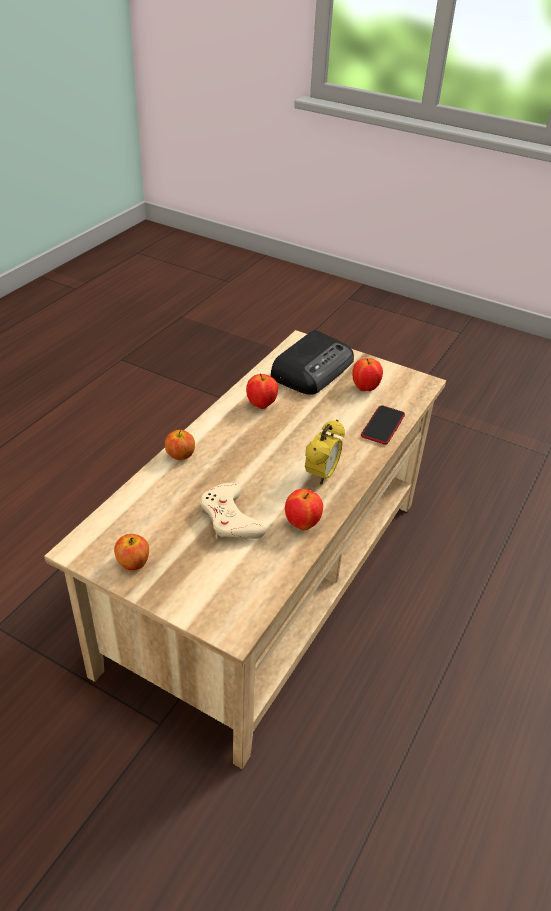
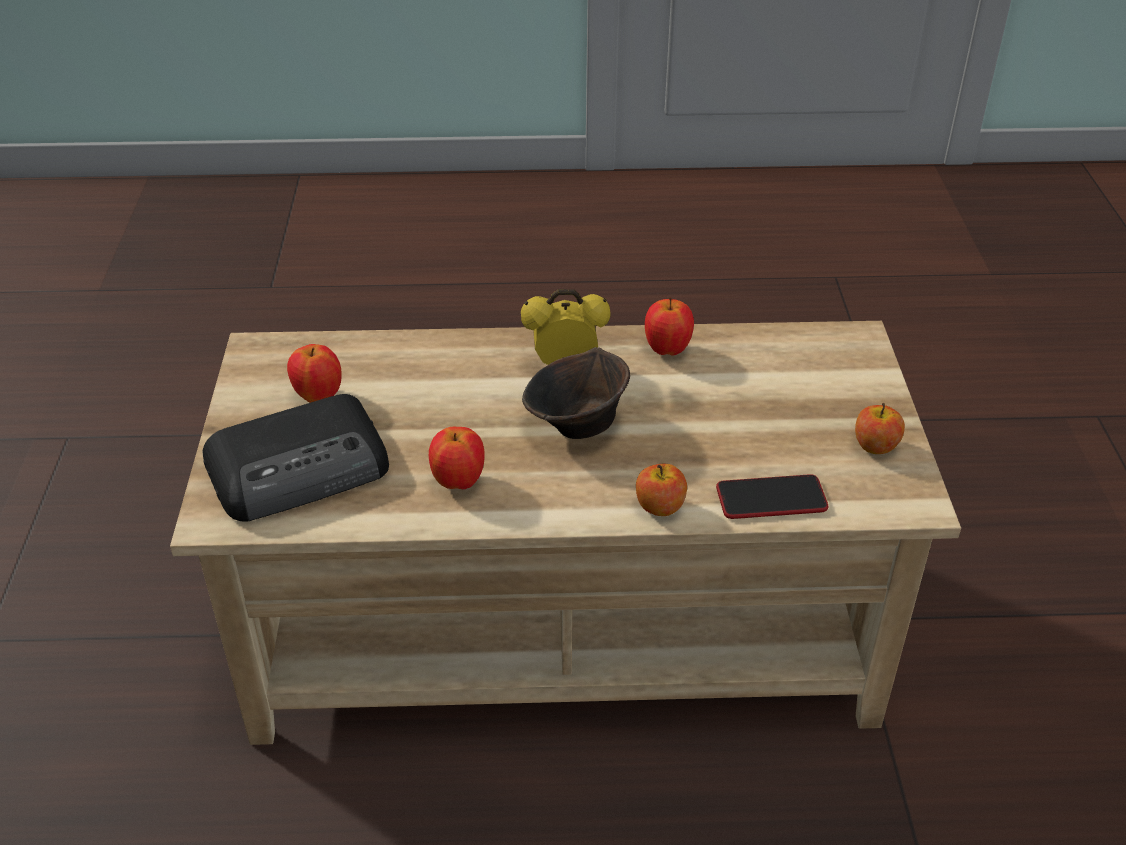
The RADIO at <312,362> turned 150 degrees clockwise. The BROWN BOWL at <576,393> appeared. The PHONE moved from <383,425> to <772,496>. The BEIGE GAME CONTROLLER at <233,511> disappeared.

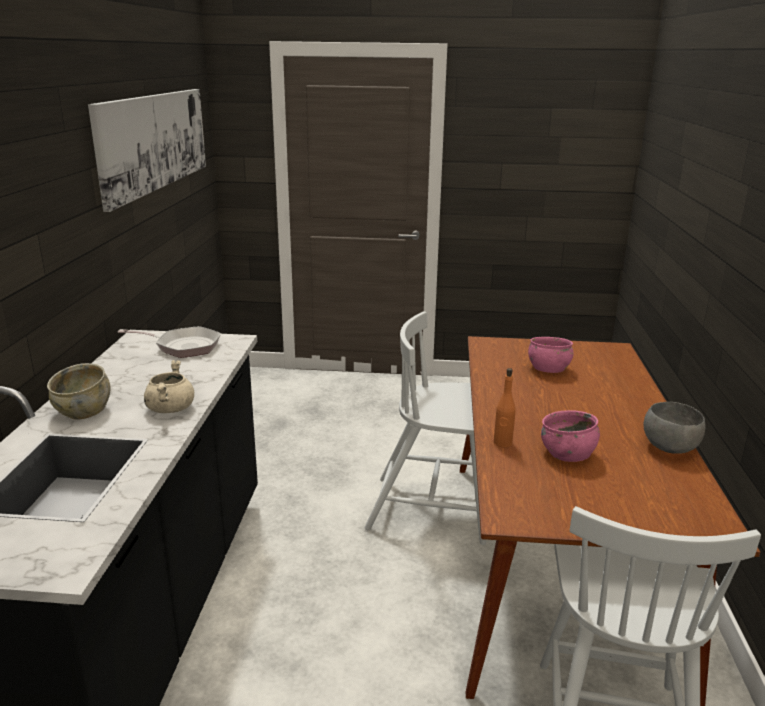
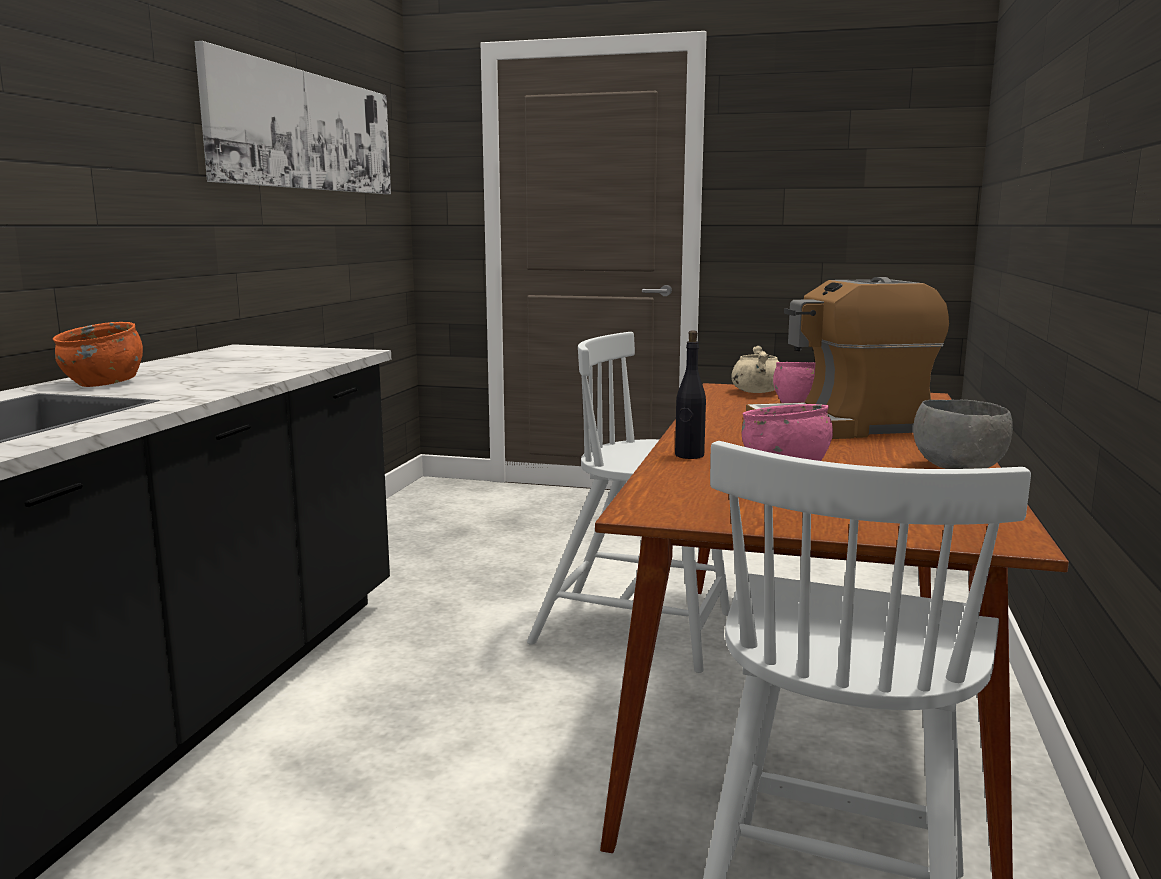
The BEIGE BOWL at <79,391> became the ORANGE BOWL at <98,354>. The ORANGE BOTTLE at <504,408> became the BLACK BOTTLE at <690,395>. The BEIGE COOKING POT moved from <169,386> to <755,369>. The COFFEE MACHINE at <847,358> appeared. The FRYING PAN at <169,342> disappeared.

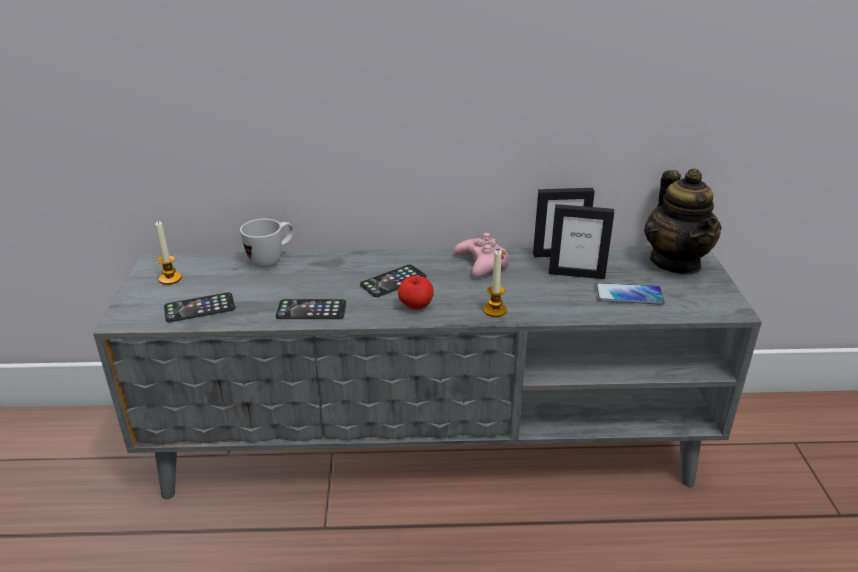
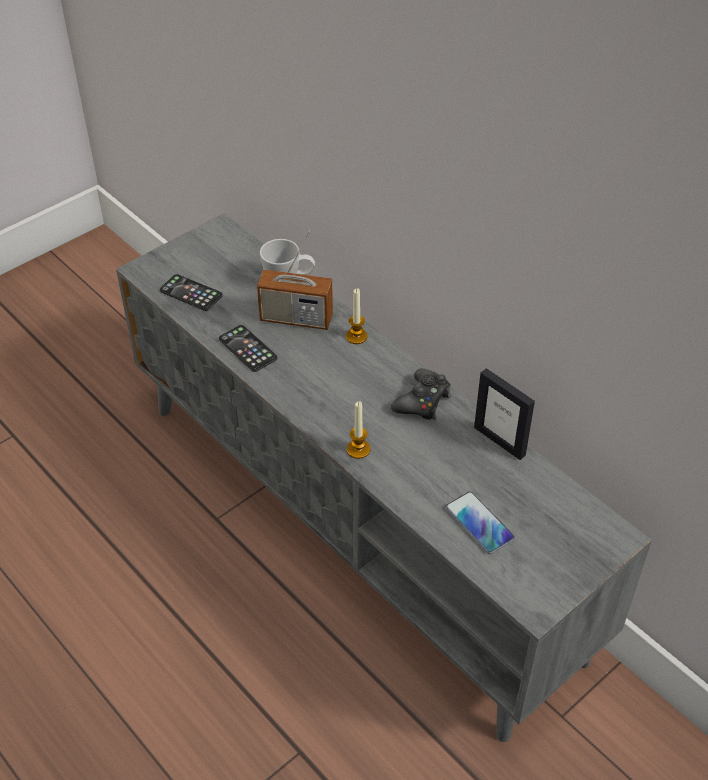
The RADIO at <295,280> appeared. The CANDLE moved from <168,253> to <356,316>. The PINK GAME CONTROLLER at <481,255> became the BLACK GAME CONTROLLER at <421,394>. The PHONE at <393,281> disappeared. The APPLE at <416,292> disappeared. The PICTURE FRAME at <581,241> disappeared. The TEAPOT at <683,221> disappeared.

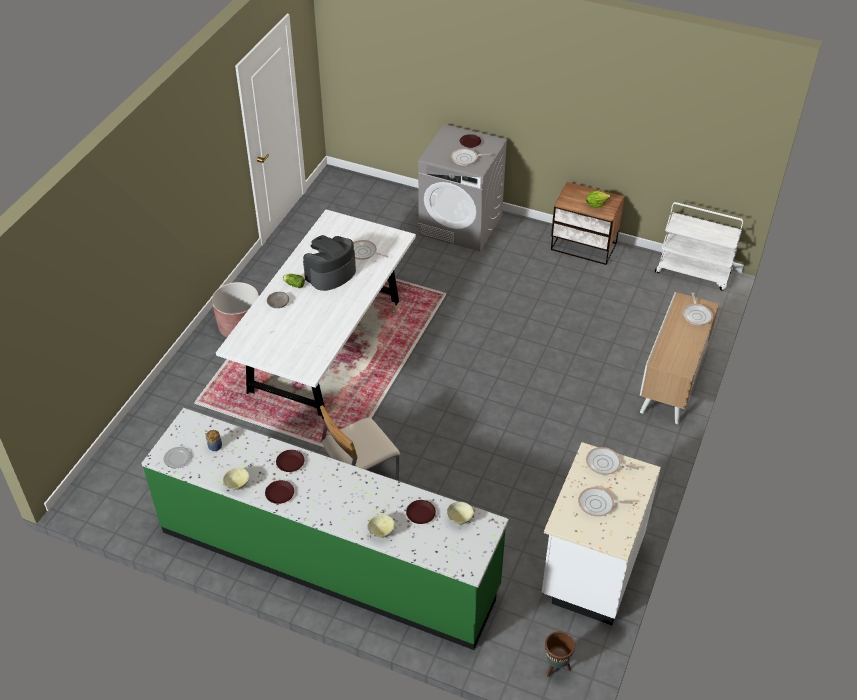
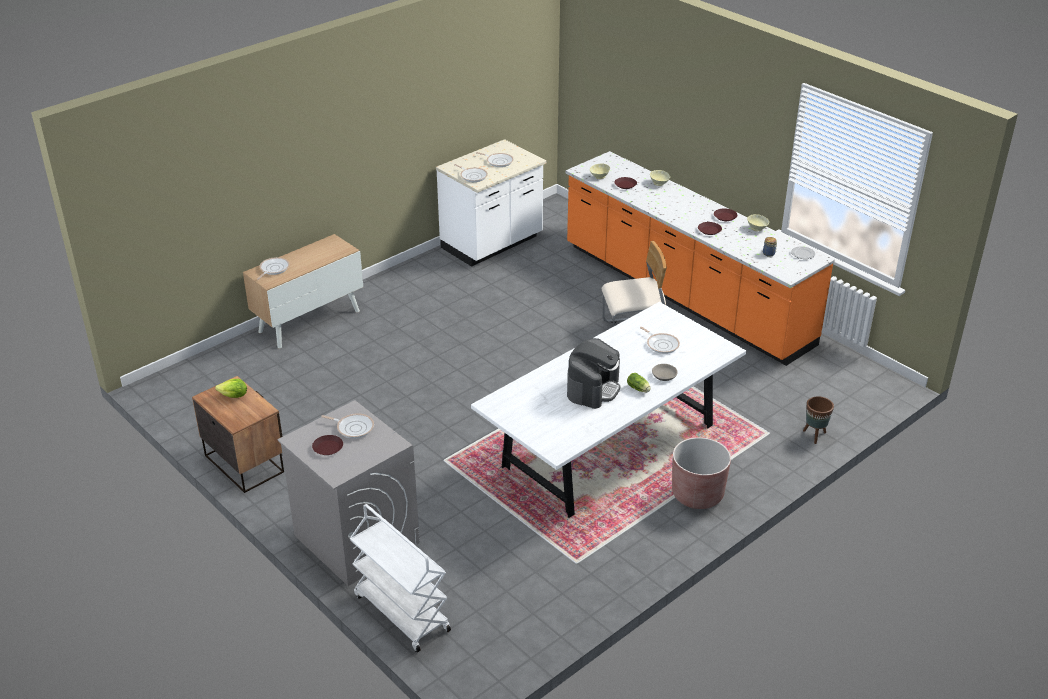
The WHITE CART moved from <699,246> to <400,578>. The GREEN COUNTER at <325,529> became the ORANGE COUNTER at <700,258>. The COFFEE MACHINE at <329,263> turned 45 degrees counterclockwise. The FRYING PAN moved from <370,250> to <660,340>. The BROWN PLANTER moved from <560,654> to <818,420>.

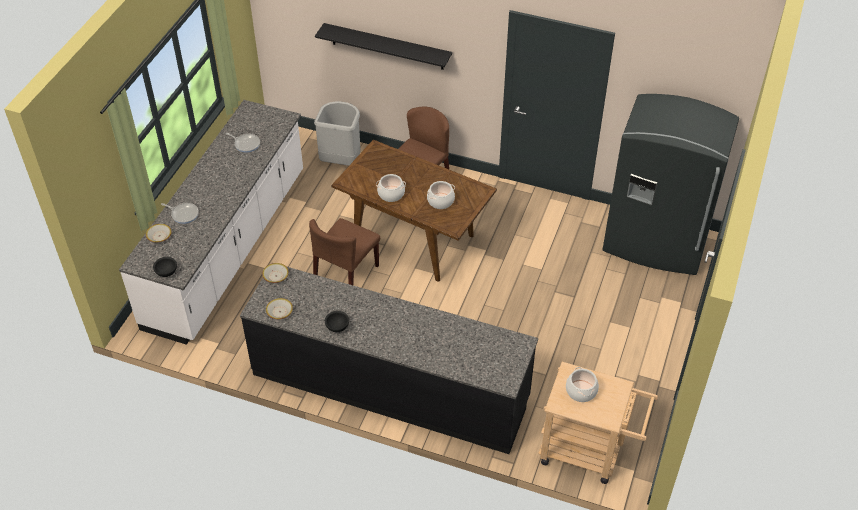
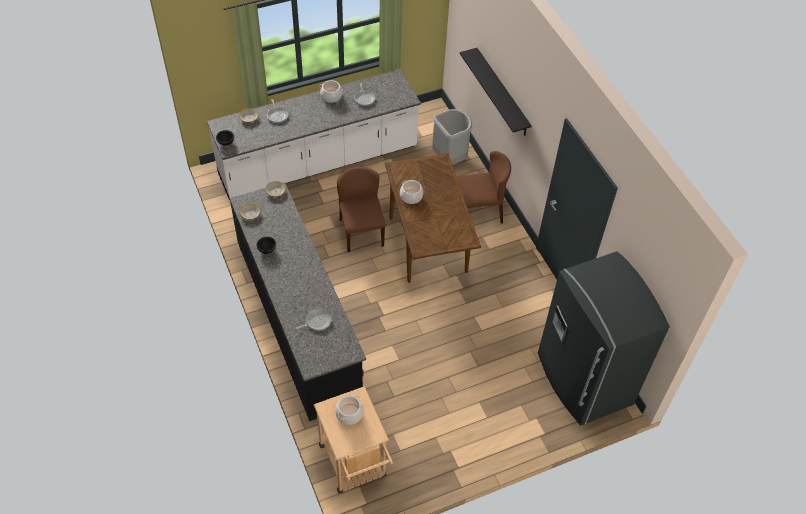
The FRYING PAN at <313,320> appeared. The COOKING POT moved from <441,195> to <331,91>. The BROWN CHAIR at <344,251> turned 90 degrees clockwise.

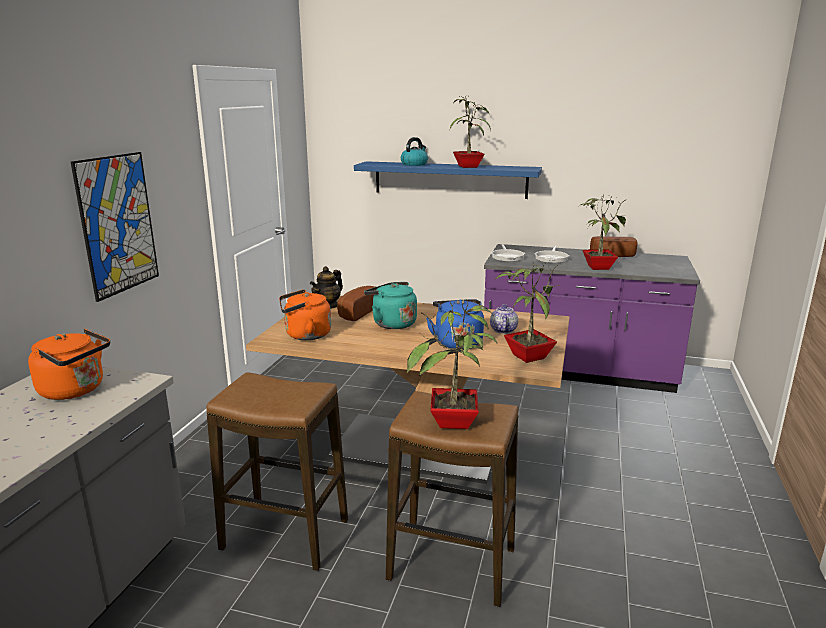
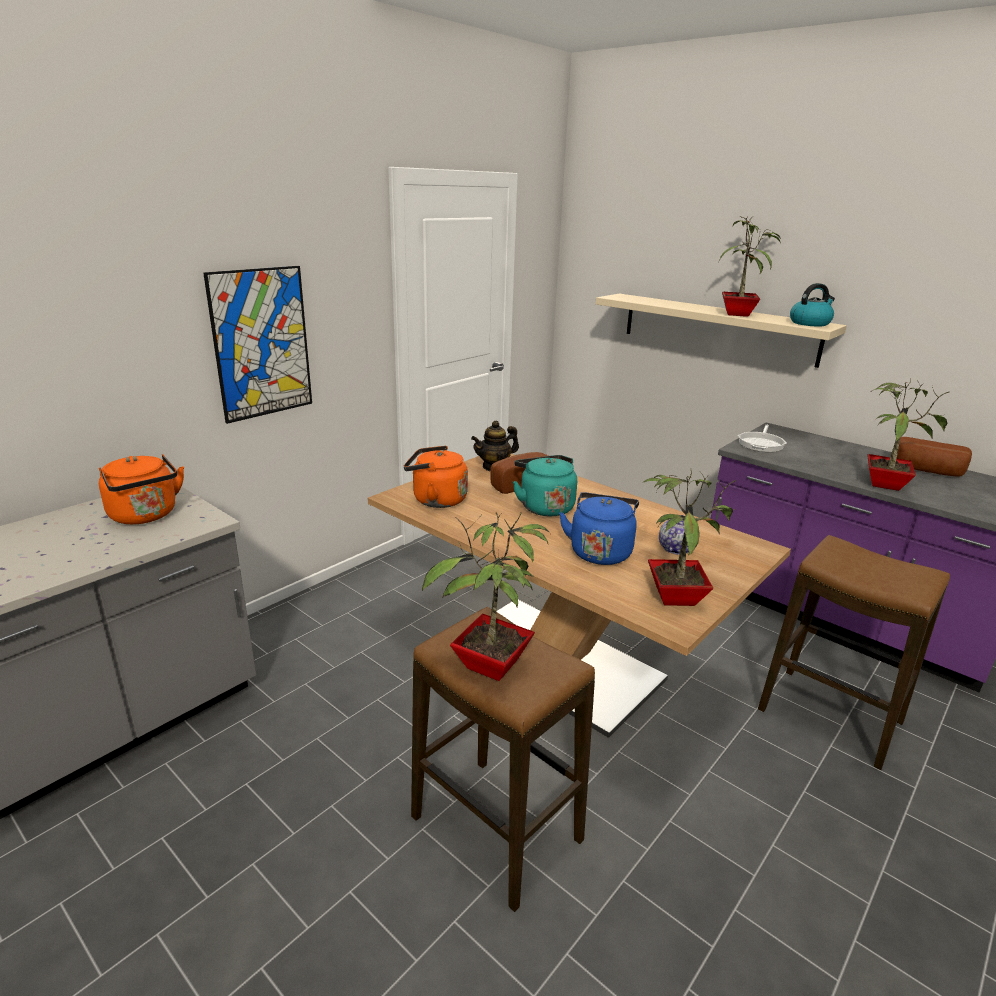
The BLUE SHELF at <448,180> became the BEIGE SHELF at <721,330>. The STOOL moved from <277,471> to <854,652>. The KETTLE moved from <414,151> to <812,304>. The FRYING PAN at <551,254> disappeared.

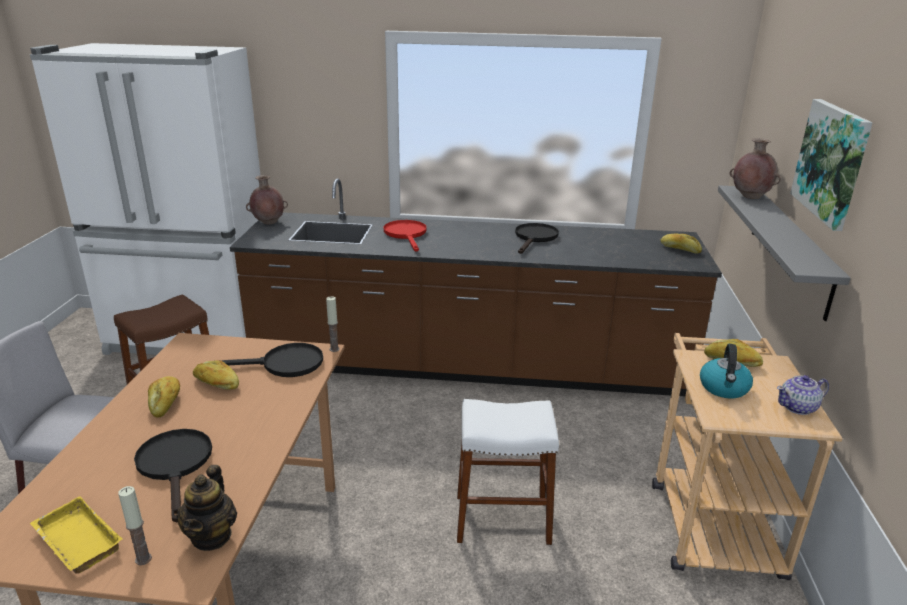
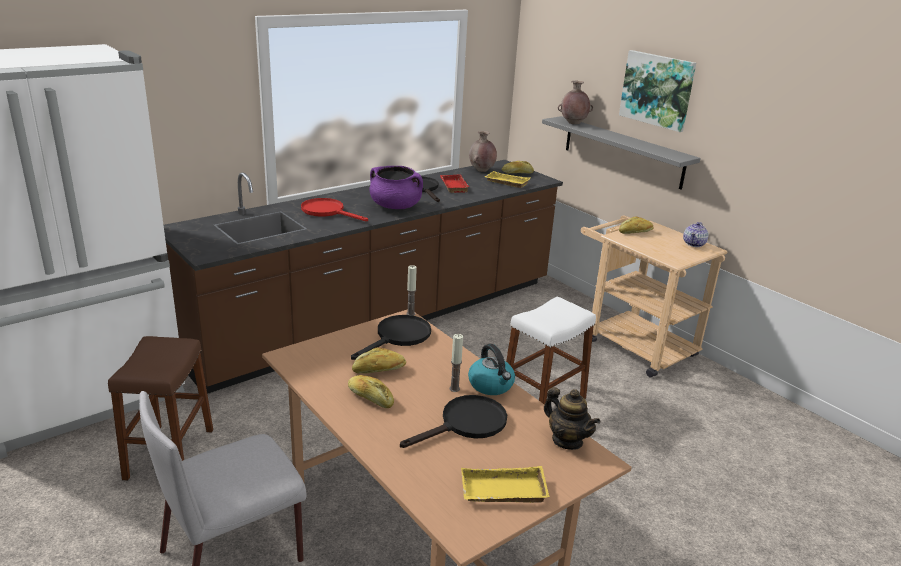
The PURPLE COOKING POT at <396,187> appeared. The BLACK FRYING PAN at <173,475> turned 120 degrees clockwise. The RED TRAY at <455,183> appeared. The CANDLE moved from <135,525> to <456,363>. The KETTLE moved from <726,371> to <491,369>. The BROWN VASE moved from <267,200> to <483,151>. The YELLOW TRAY at <507,179> appeared.

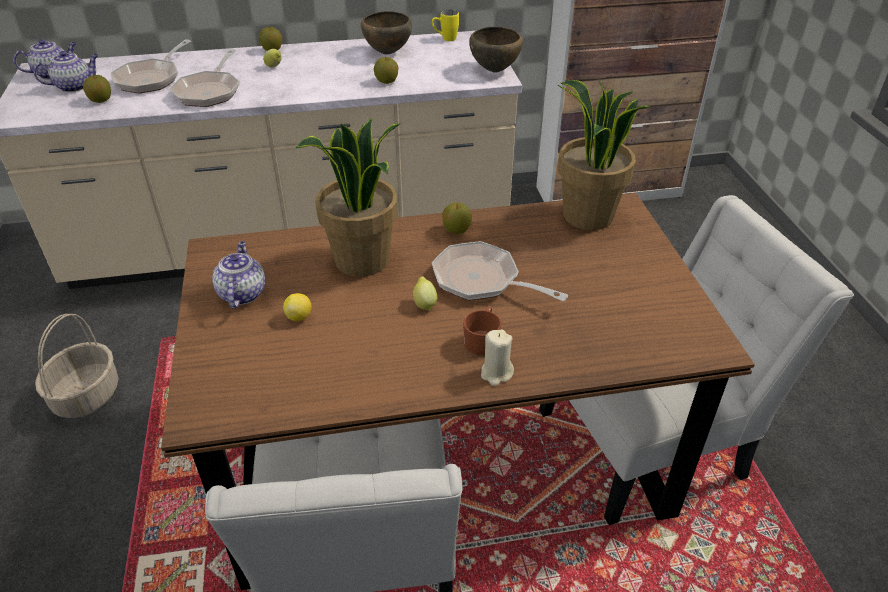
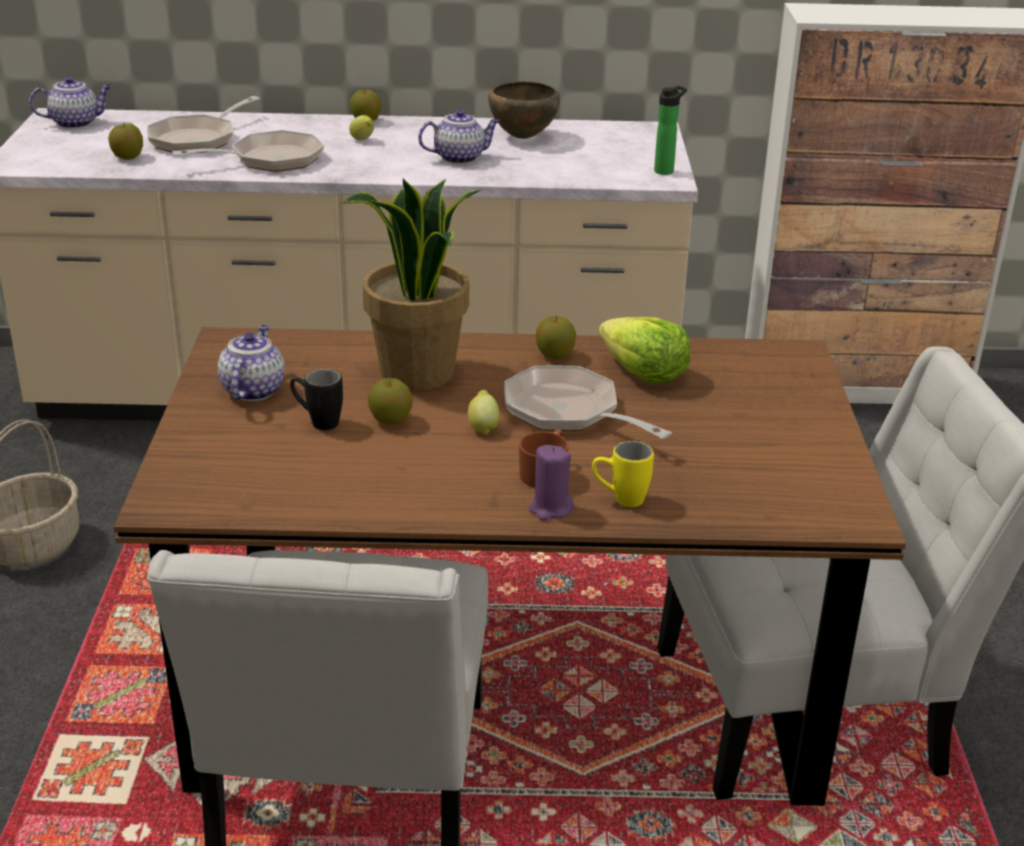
The FRYING PAN at <204,78> turned 135 degrees counterclockwise. The LEMON at <297,307> was replaced by the BLACK MUG at <316,399>. The APPLE moved from <386,70> to <390,401>. The TEAPOT moved from <66,71> to <459,136>. The BEIGE CANDLE at <497,358> became the PURPLE CANDLE at <551,483>. The YELLOW MUG moved from <445,25> to <623,474>. The LETTUCE at <644,350> appeared. The BROWN BOWL at <496,49> was replaced by the BOTTLE at <670,130>. The POTTED PLANT at <605,155> disappeared.

